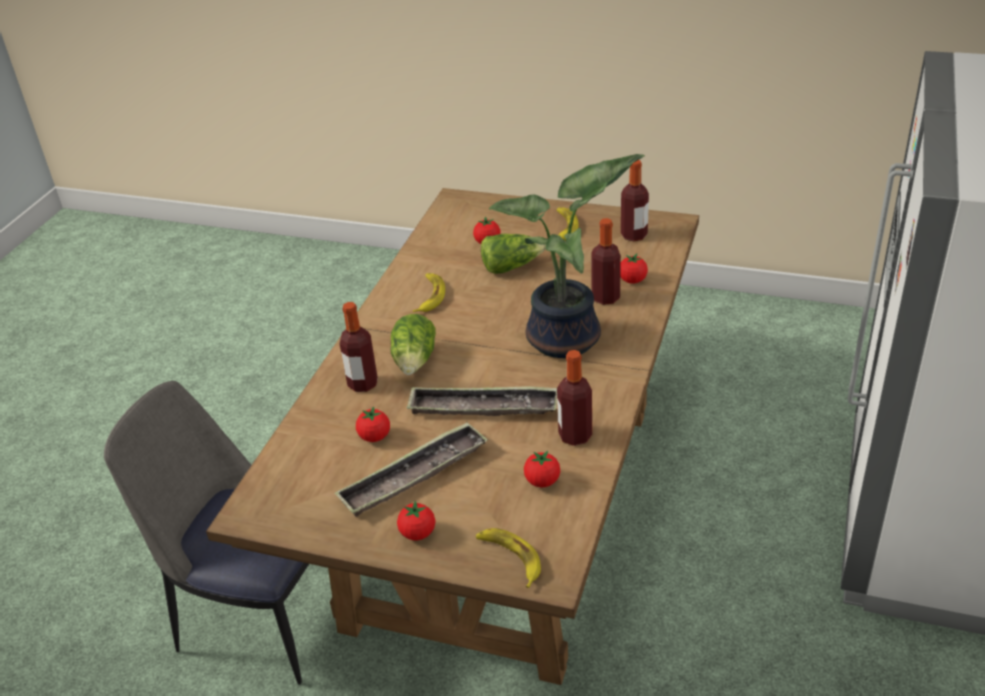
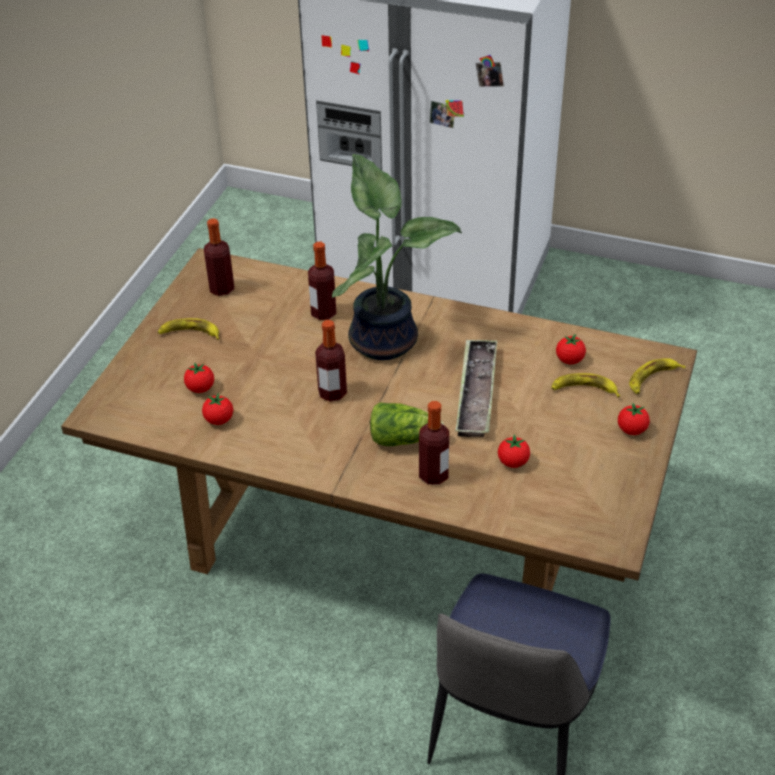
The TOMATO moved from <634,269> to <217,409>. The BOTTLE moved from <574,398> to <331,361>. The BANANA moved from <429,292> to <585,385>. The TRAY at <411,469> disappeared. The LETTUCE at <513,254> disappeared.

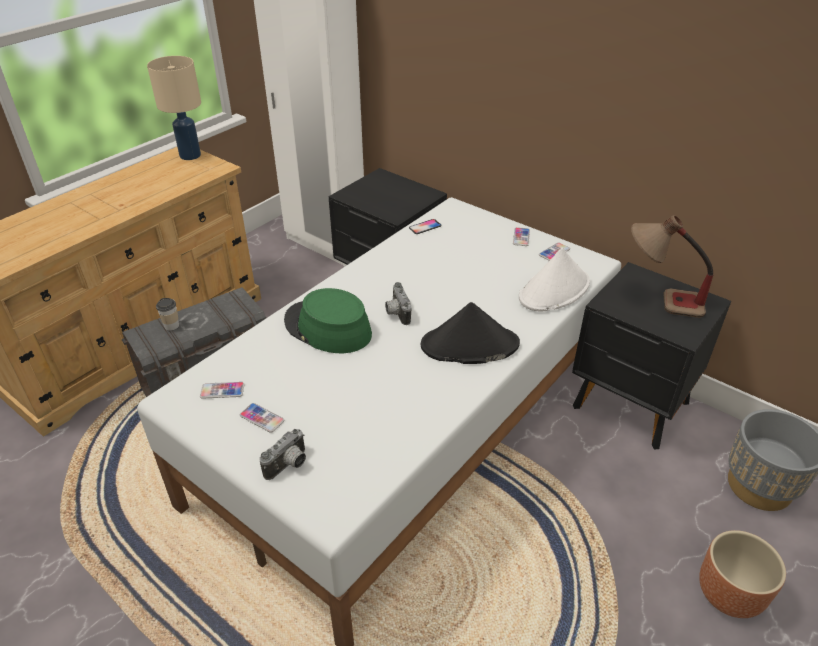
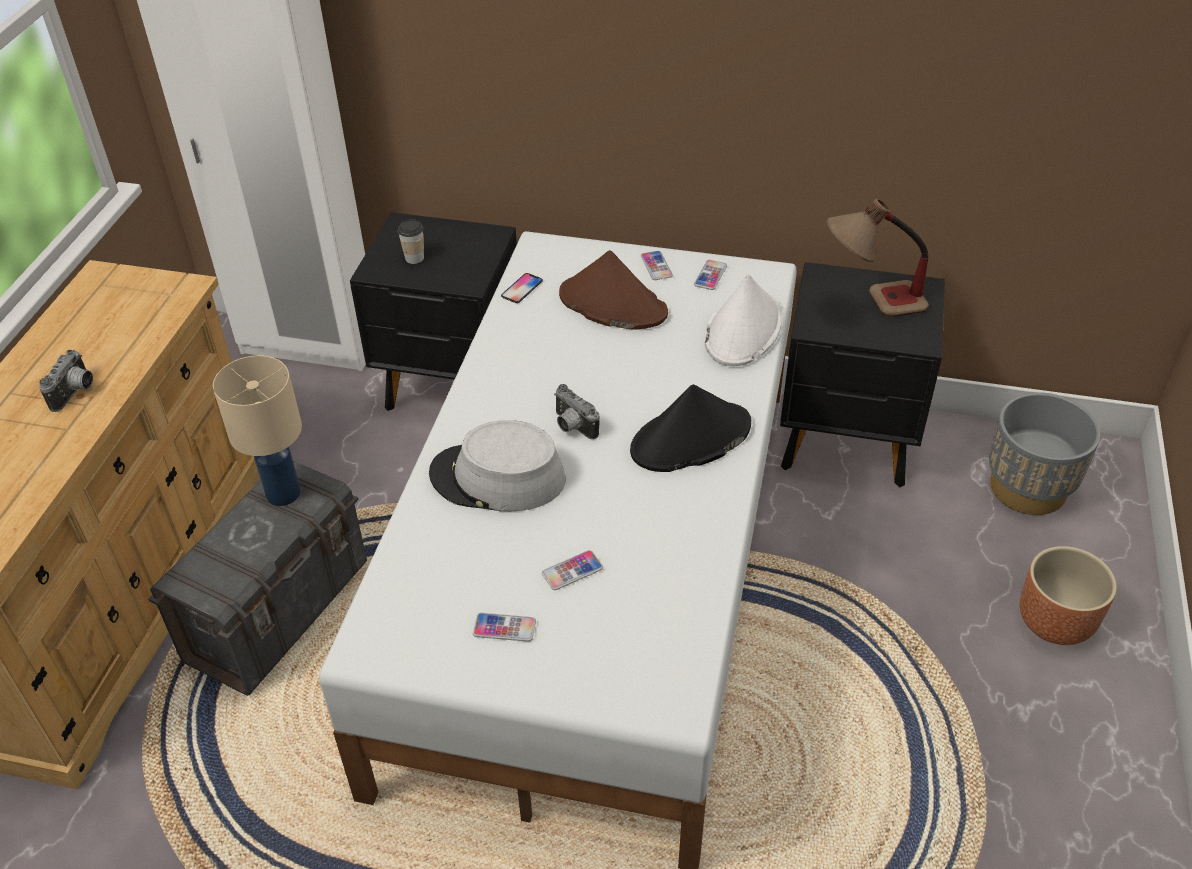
The PHOTO CAMERA moved from <282,454> to <66,381>. The BEIGE TABLE LAMP moved from <174,108> to <257,430>. The CUP moved from <167,314> to <411,241>. The GREEN HAT at <328,320> became the GREY HAT at <497,466>. The PHONE moved from <222,390> to <572,570>. The BROWN HAT at <613,290> appeared.

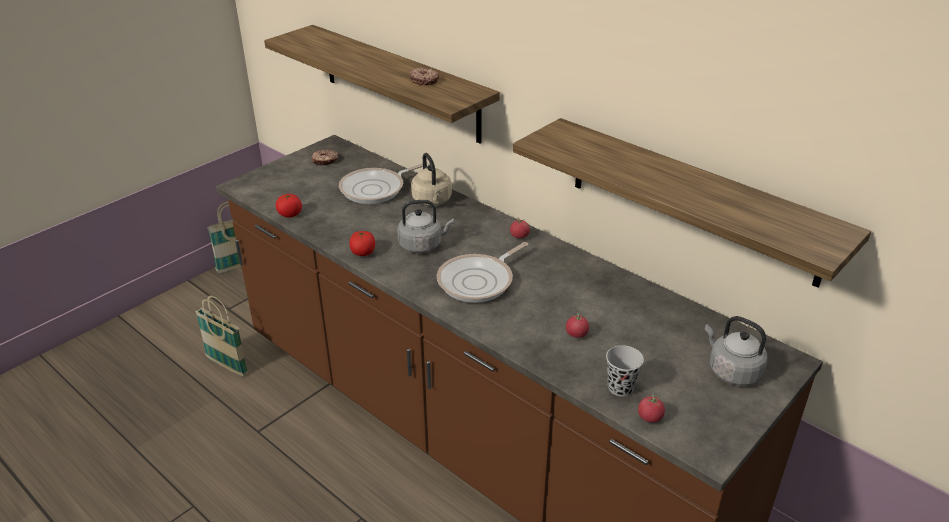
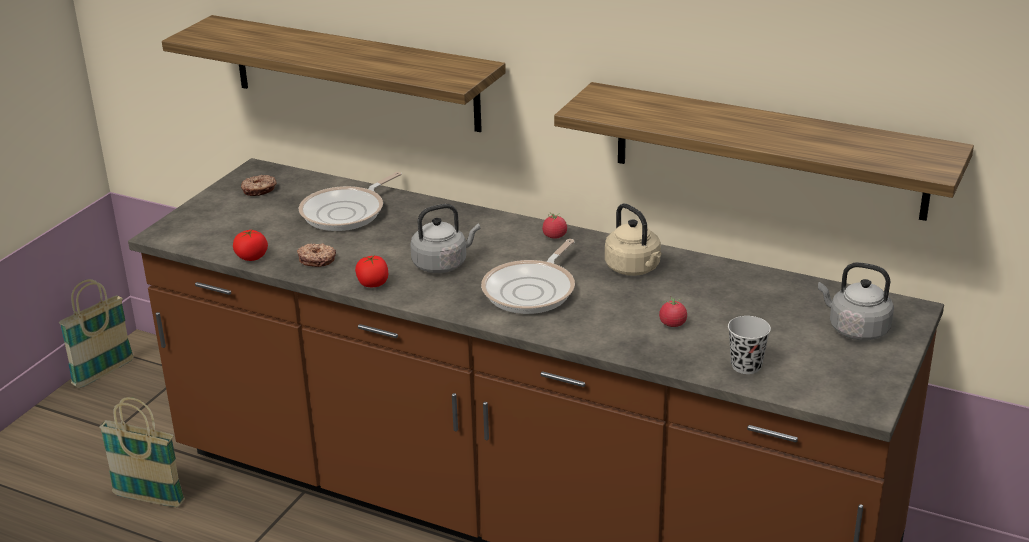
The DONUT moved from <424,76> to <316,255>. The BEIGE KETTLE moved from <431,179> to <633,239>. The TOMATO at <651,407> disappeared.

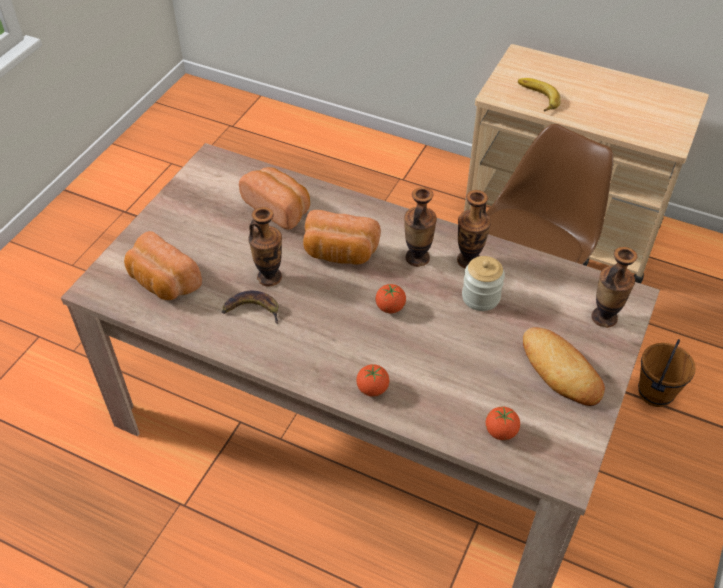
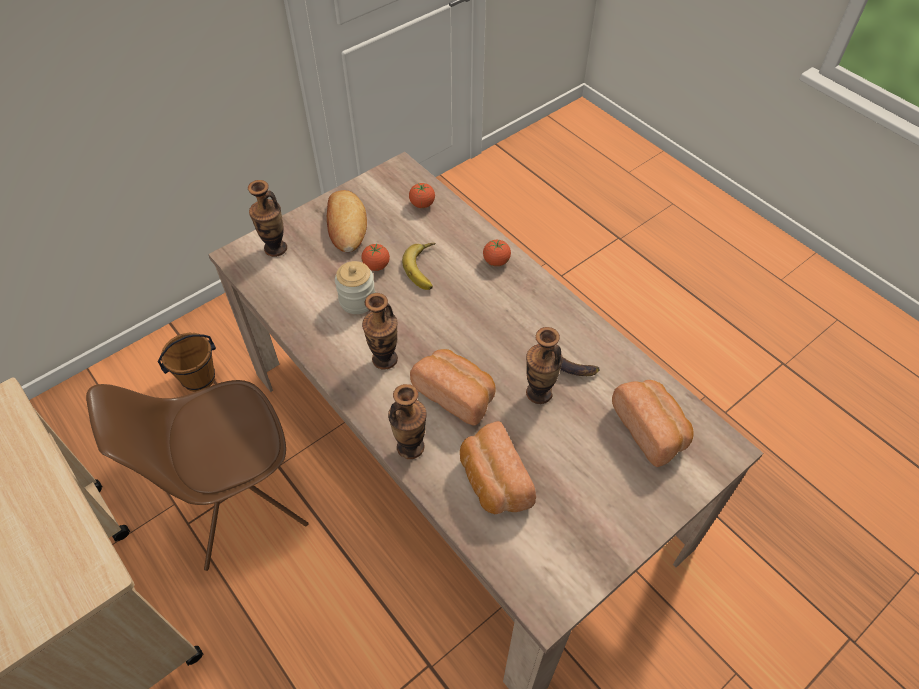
The TOMATO moved from <391,298> to <375,257>. The VASE moved from <474,229> to <407,421>. The BANANA moved from <539,94> to <419,266>.

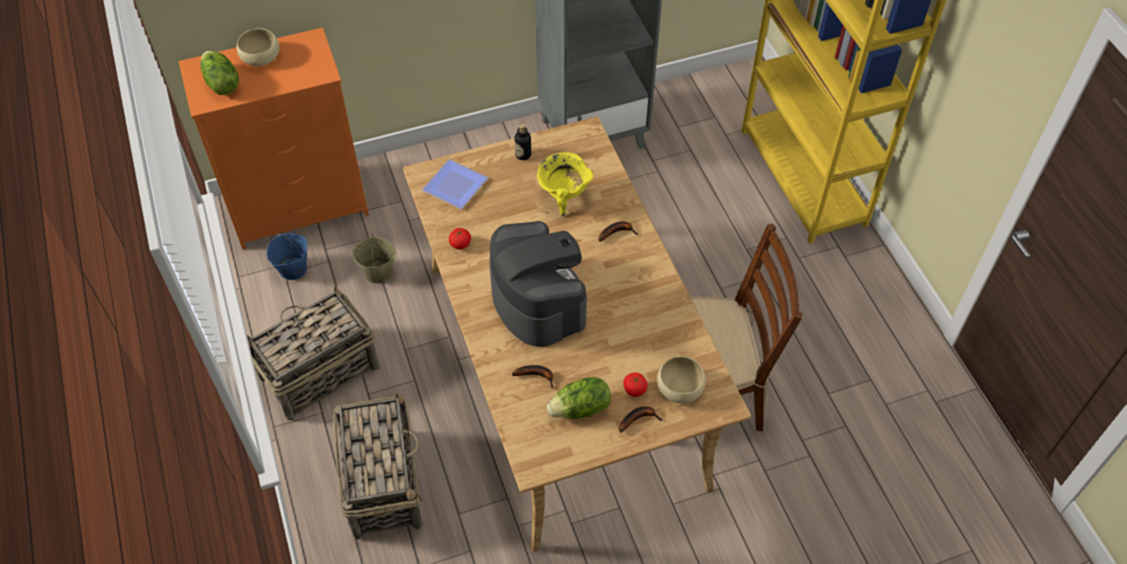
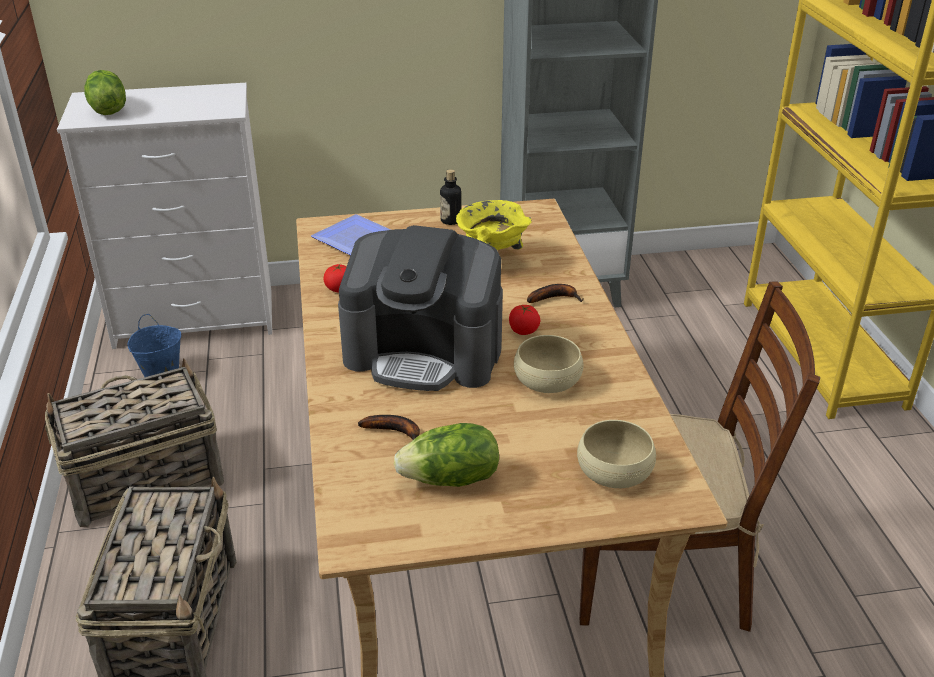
The ORANGE DRESSER at <273,138> became the WHITE DRESSER at <164,216>. The COFFEE MACHINE at <538,284> turned 120 degrees clockwise. The TOMATO moved from <635,385> to <524,320>. The BEIGE BOWL moved from <258,47> to <548,364>. The BEIGE BUCKET at <374,258> disappeared. The BANANA at <640,419> disappeared.

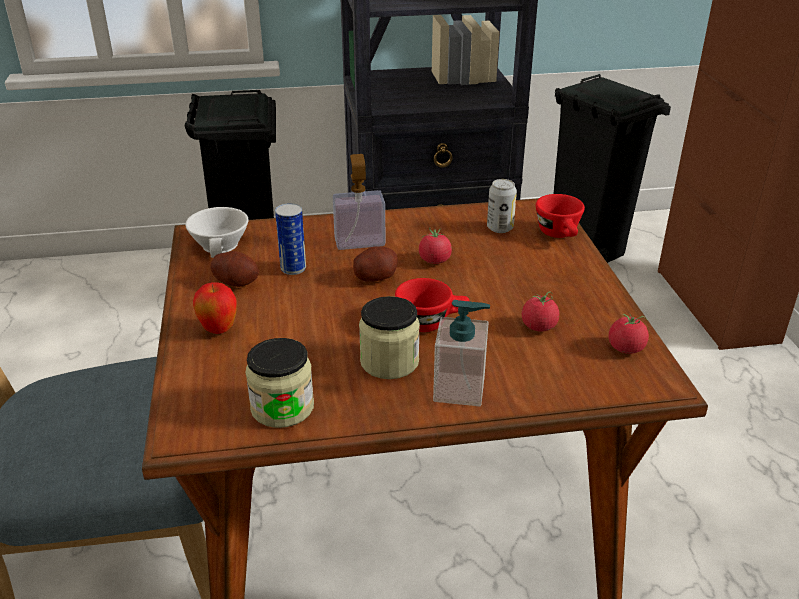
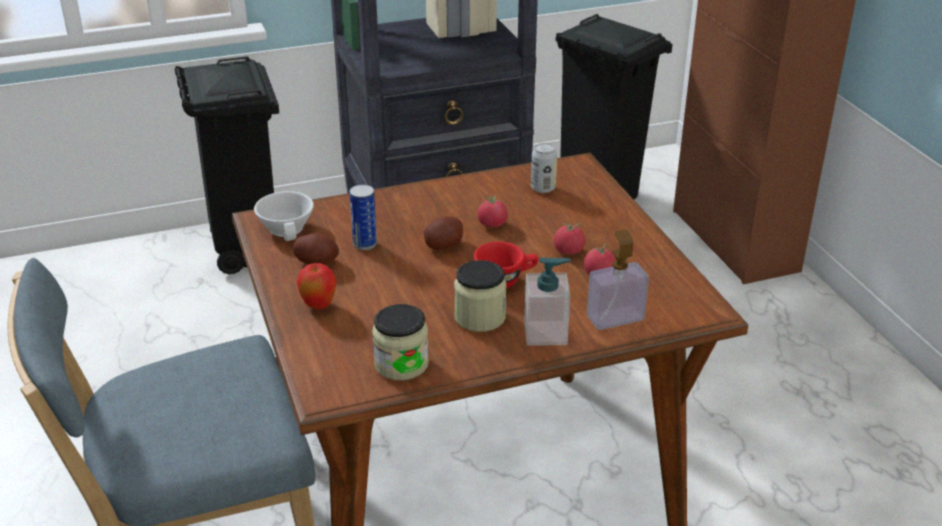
The TOMATO moved from <629,334> to <569,239>. The SOAP DISPENSER moved from <359,202> to <618,279>. The RED CUP at <560,216> disappeared.

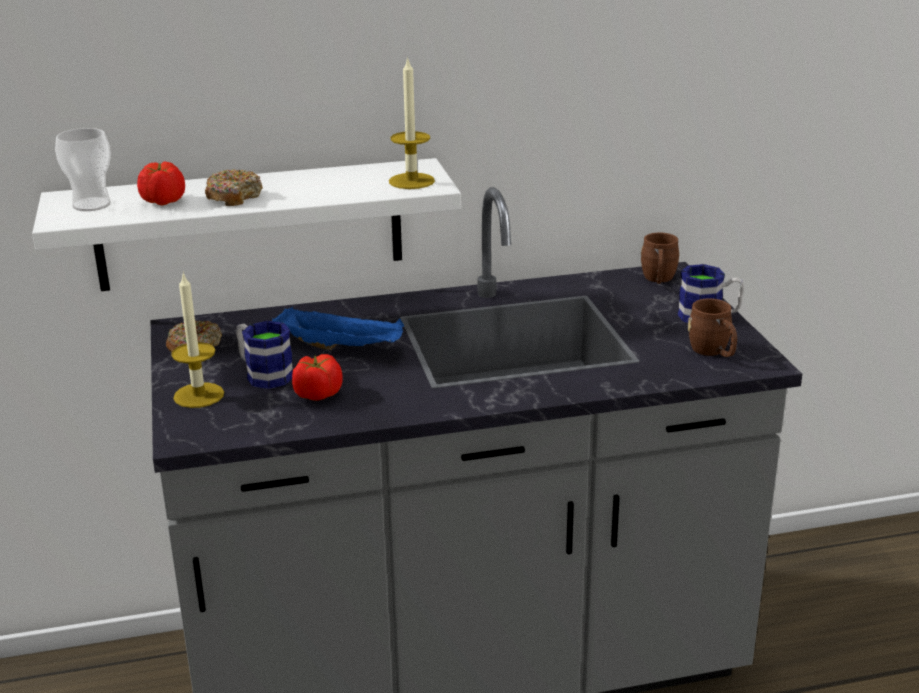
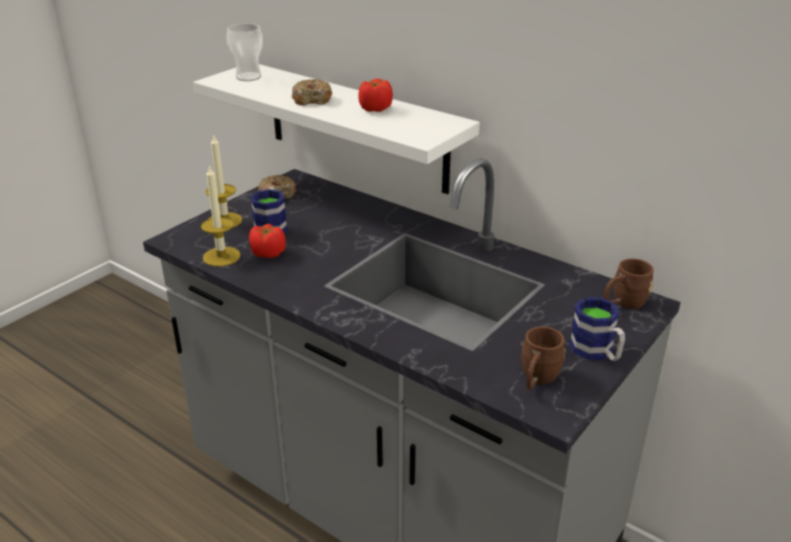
The CANDLE moved from <412,123> to <221,215>. The TOMATO moved from <161,183> to <375,95>. The BLUE TRAY at <338,328> disappeared.

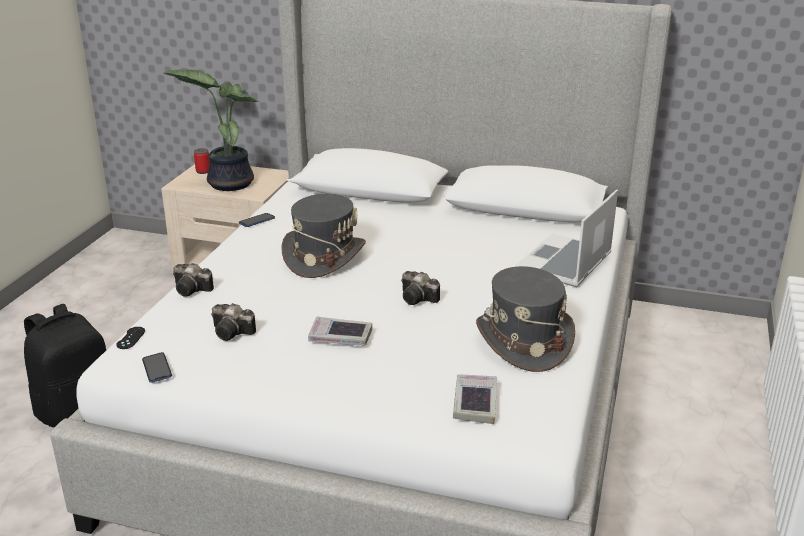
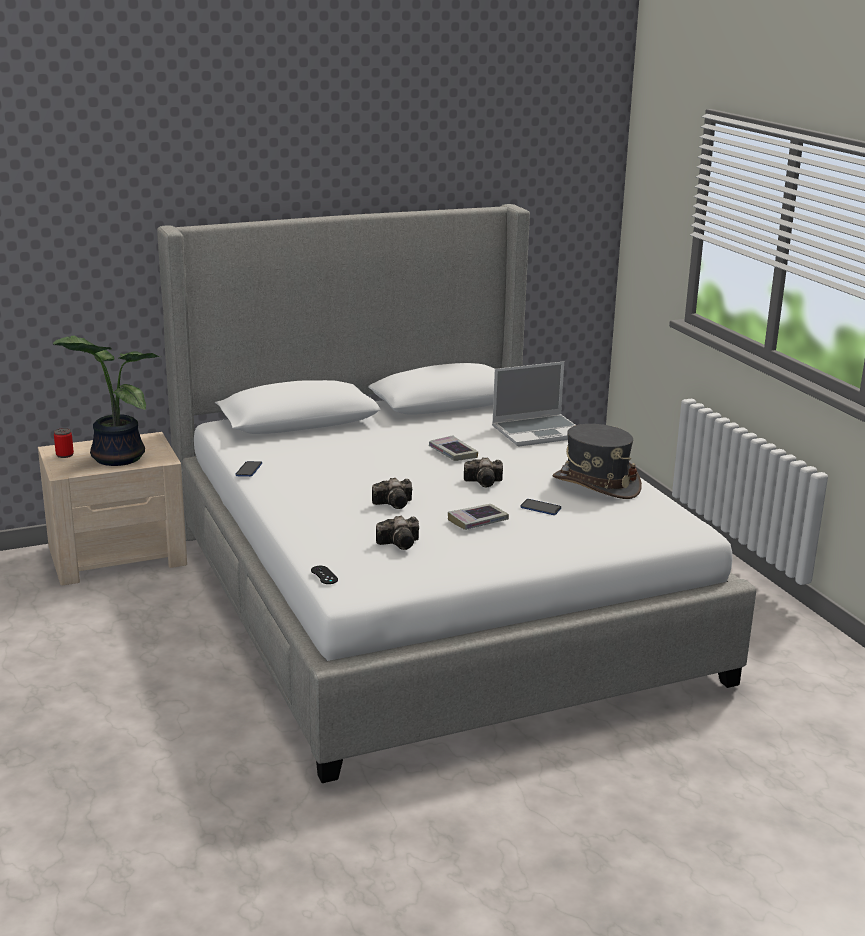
The PHOTO CAMERA moved from <193,280> to <392,493>. The BOOK moved from <475,399> to <453,448>. The LAPTOP at <566,238> turned 105 degrees counterclockwise. The PHONE moved from <157,367> to <541,507>. The BLACK BACKPACK at <65,365> disappeared. The GREY HAT at <324,236> disappeared.

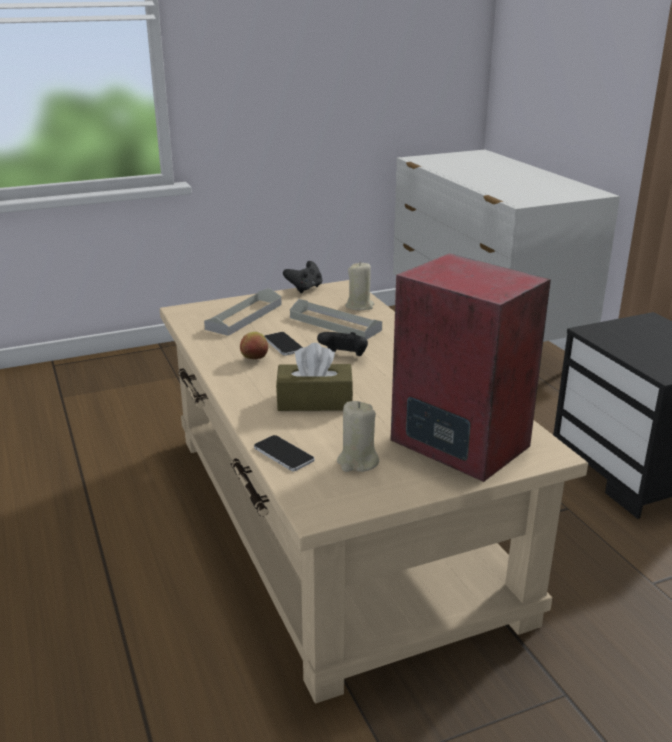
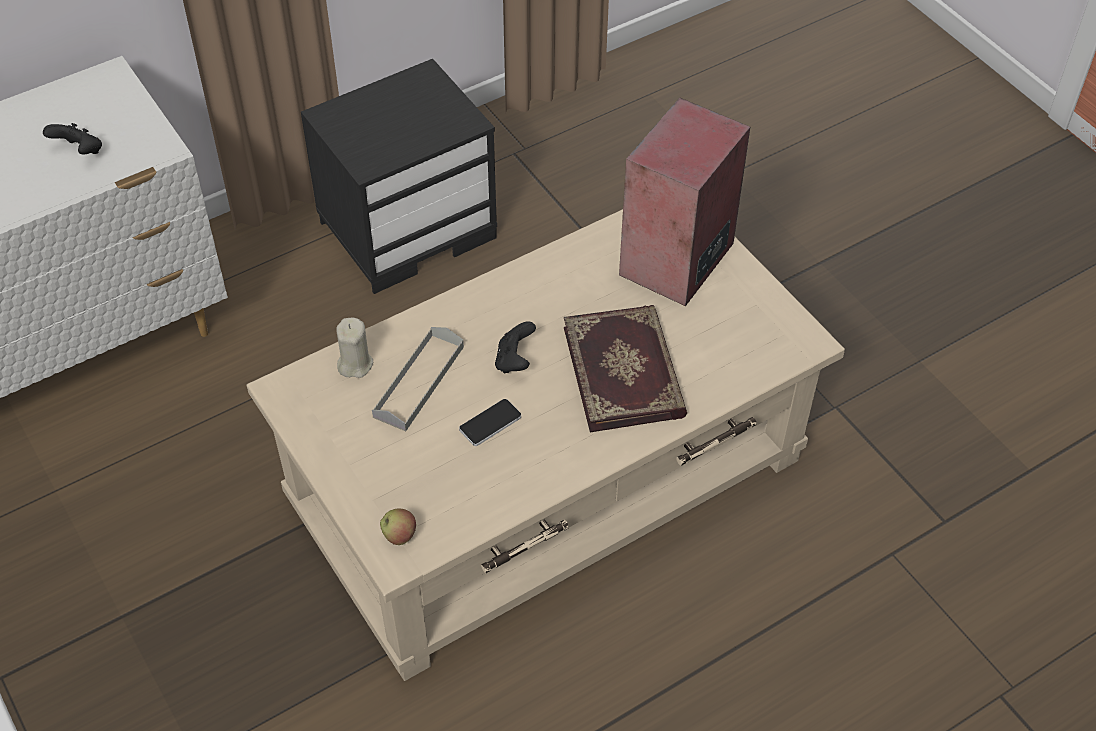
The BLACK GAME CONTROLLER moved from <302,277> to <72,139>. The APPLE moved from <254,345> to <398,527>. The BROWN TISSUE BOX at <314,377> was replaced by the BOOK at <625,368>. The GREY TRAY at <243,312> disappeared. The PHONE at <284,453> disappeared. The BEIGE CANDLE at <358,436> disappeared.

